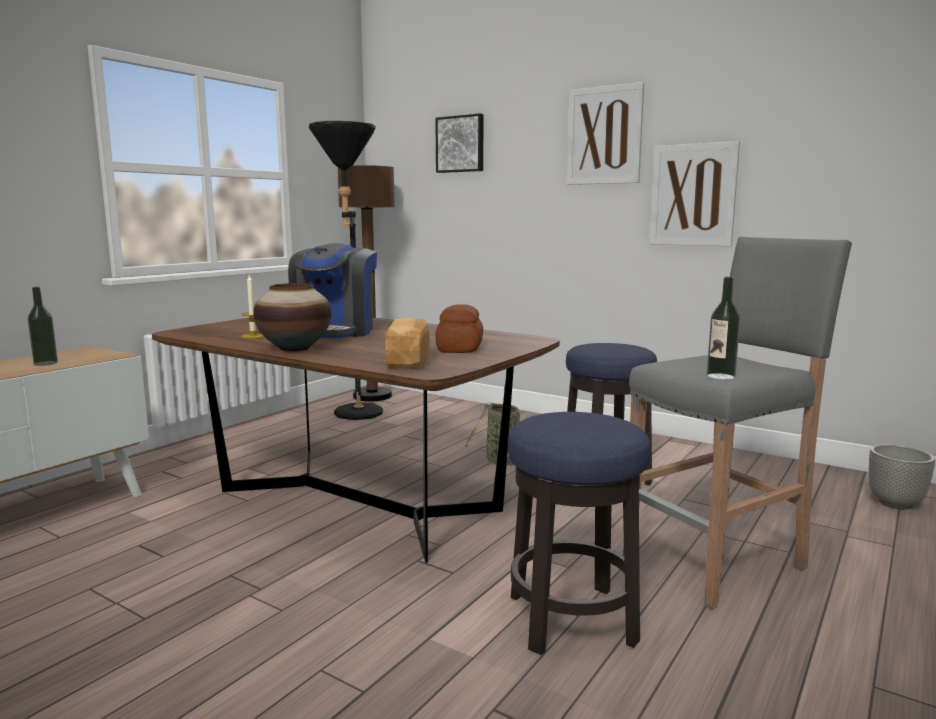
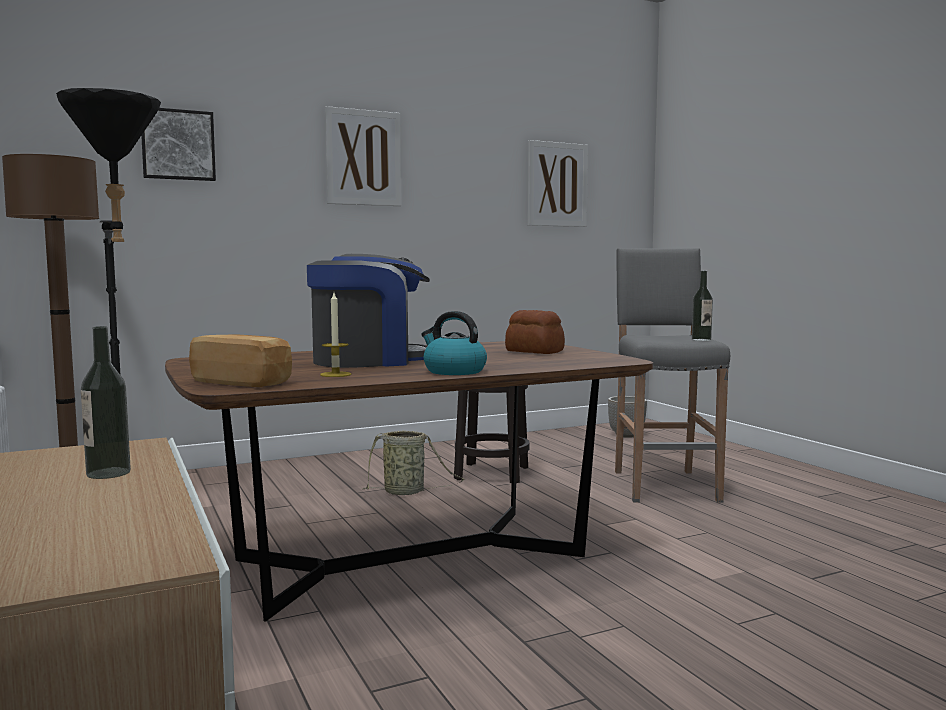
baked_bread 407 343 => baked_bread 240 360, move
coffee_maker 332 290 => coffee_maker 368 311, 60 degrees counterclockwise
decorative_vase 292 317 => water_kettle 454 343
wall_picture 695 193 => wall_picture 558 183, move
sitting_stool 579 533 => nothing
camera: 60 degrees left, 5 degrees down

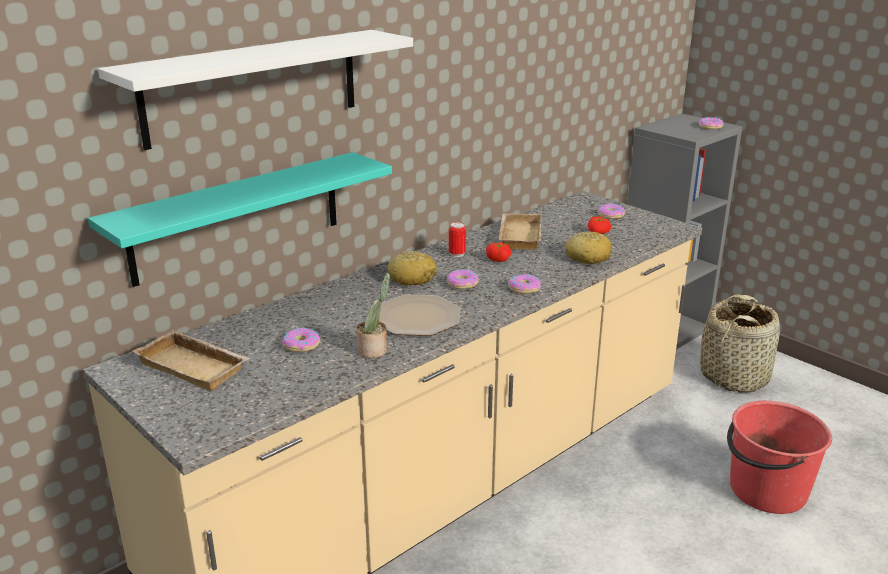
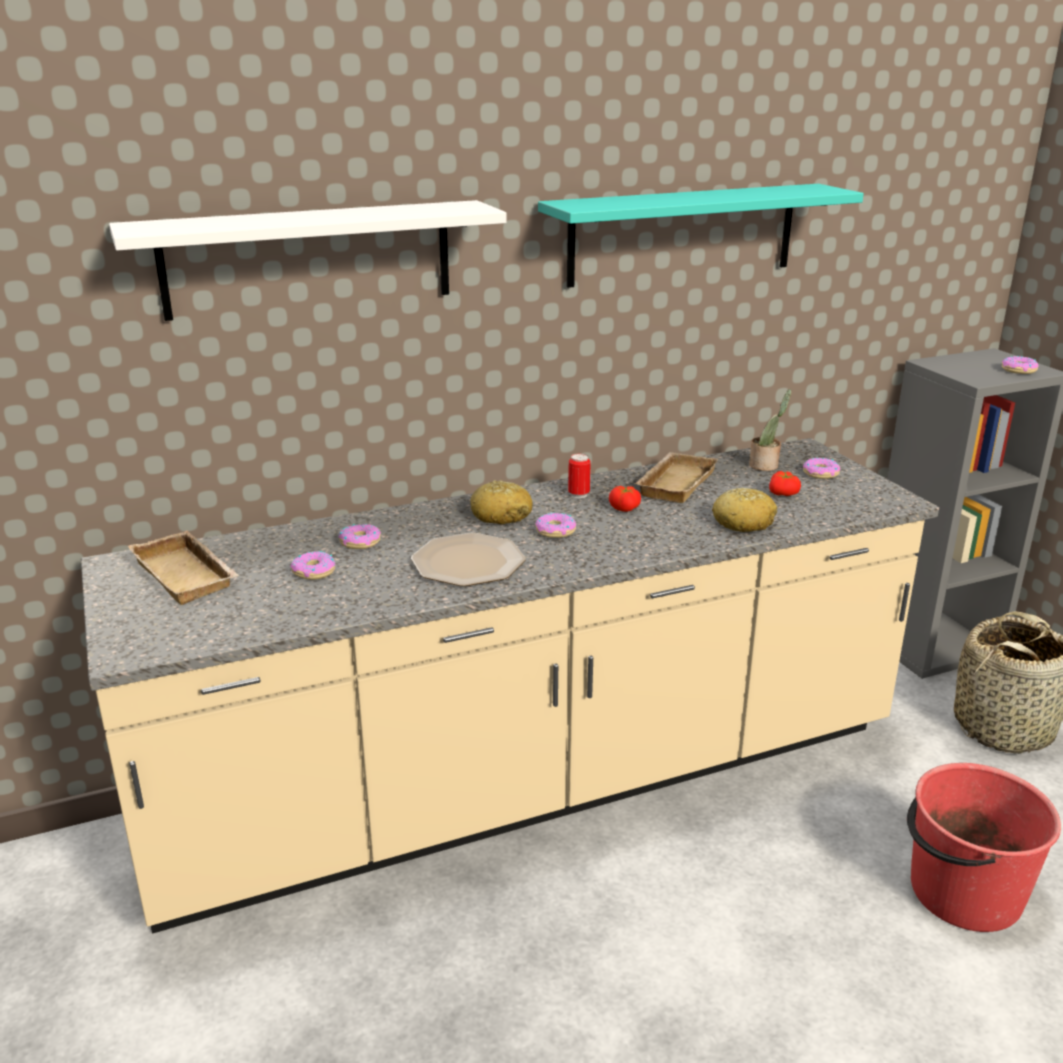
ring_doughnut 524 284 => ring_doughnut 359 536, move
blue-green_shelf 240 219 => blue-green_shelf 701 236, move
houseplant 373 315 => houseplant 770 430, move
camera: 20 degrees right, 0 degrees up

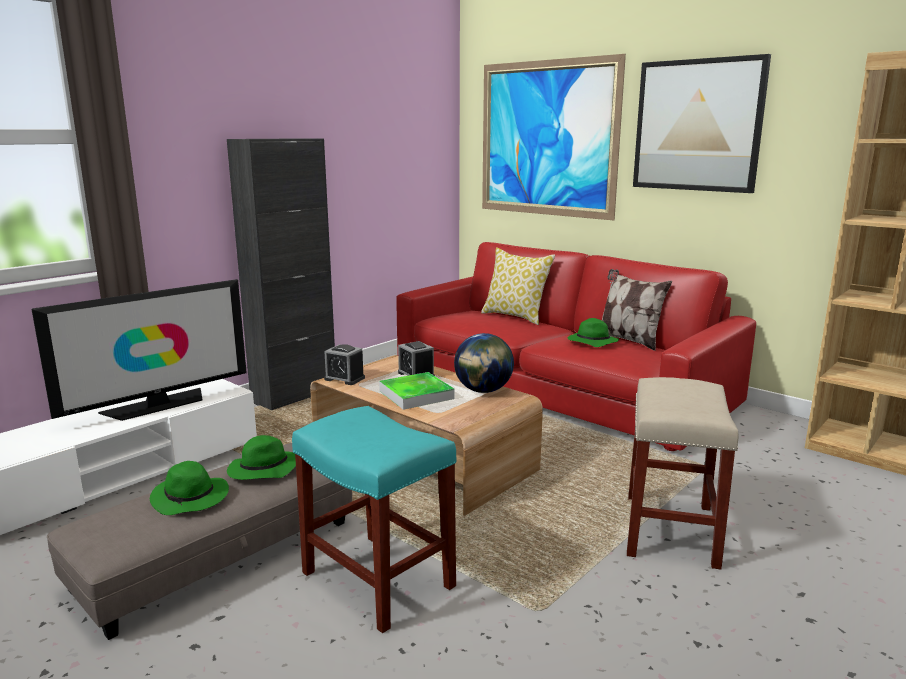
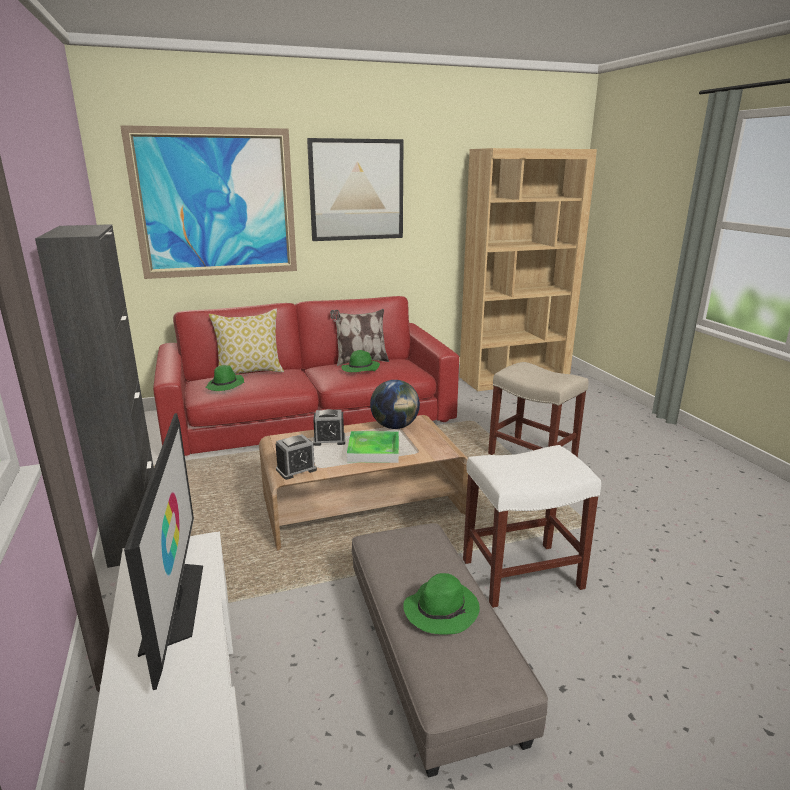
greenish_hat 261 457 => greenish_hat 225 378, move
blue-green_sitting_stool 374 519 => whitish_sitting_stool 532 526
camera: 60 degrees left, 5 degrees up

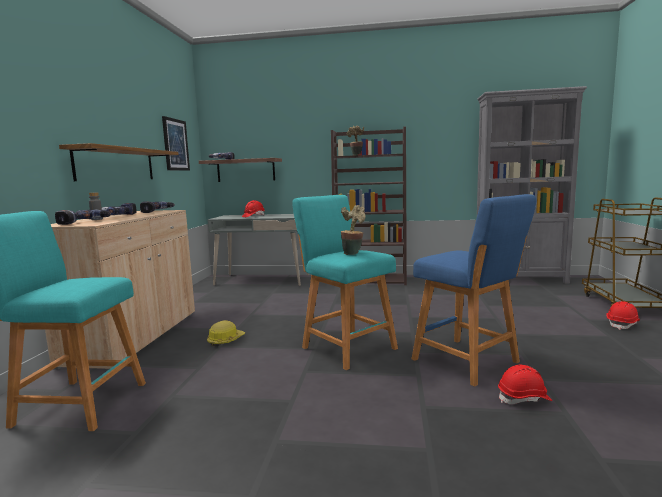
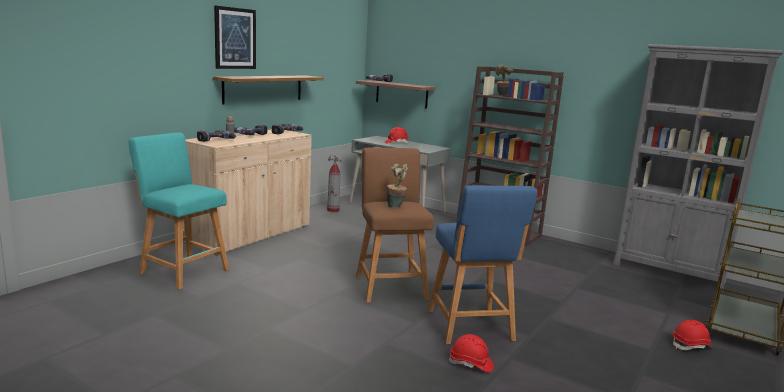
wall_picture 176 143 => wall_picture 235 37, move
nothing => extinguisher 334 183
blue-green_sitting_stool 345 282 => brown_sitting_stool 395 225
work_helmet 226 333 => nothing
camera: 25 degrees right, 5 degrees up

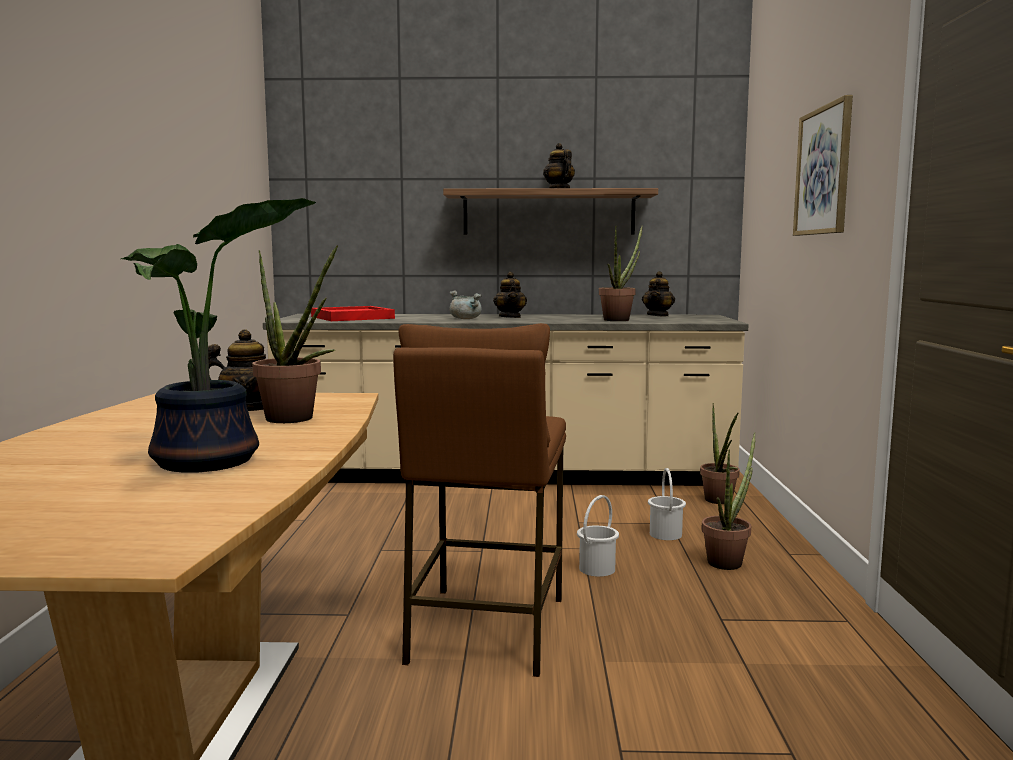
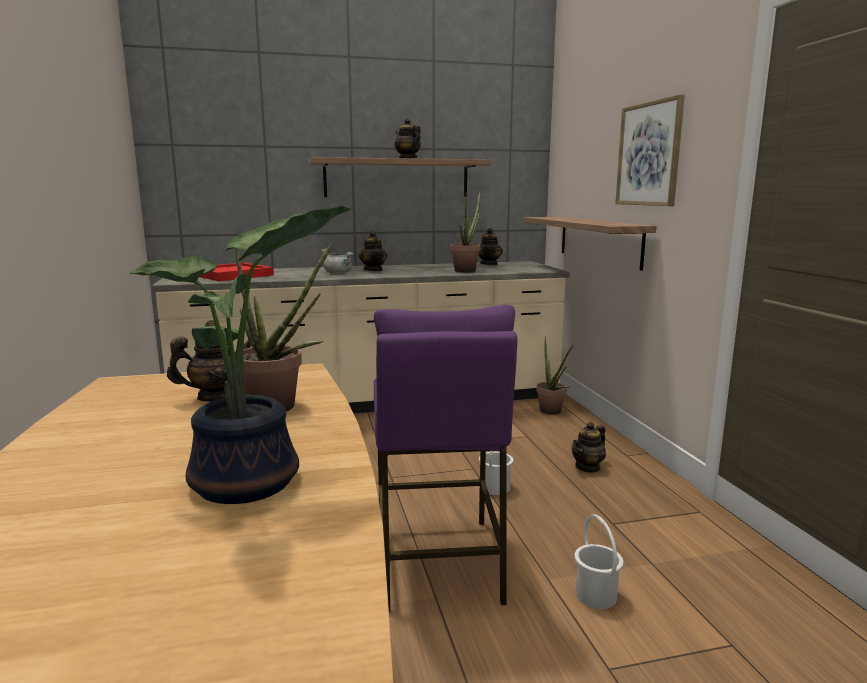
brown_sitting_stool 479 500 => purple_sitting_stool 445 459
nothing => shelf 590 244
houseplant 728 501 => pot_for_tea 588 447
whitish_pail 667 504 => whitish_pail 599 561, move
camera: 15 degrees left, 5 degrees up

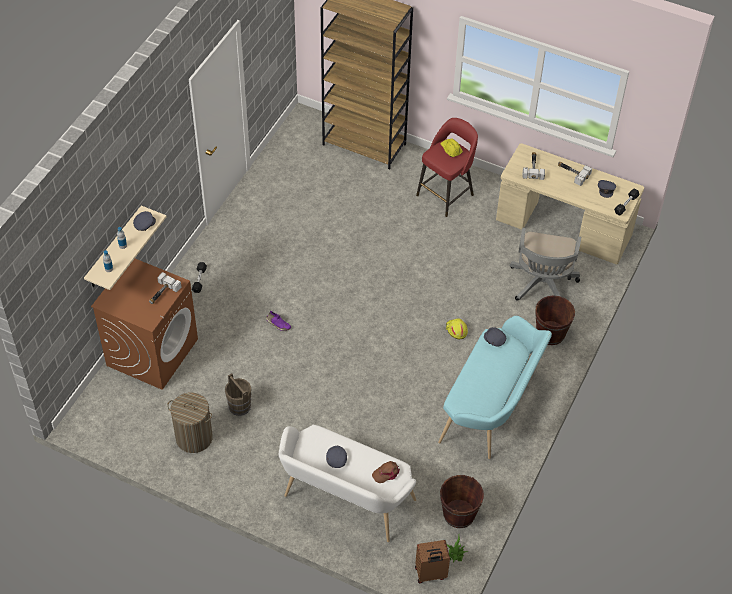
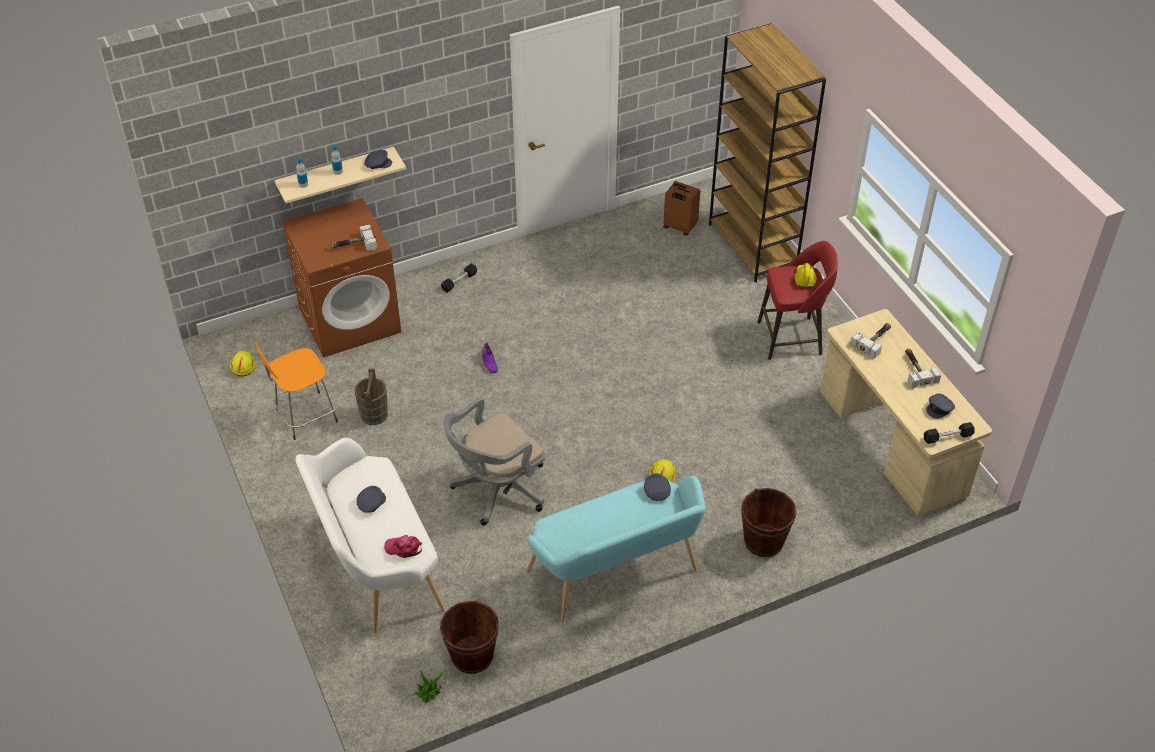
nothing => yellow-coloured_work_helmet 242 363
hamper 190 422 => orange_sitting_stool 296 391
brown_peaked_cap 386 472 => pink-coloured_peaked_cap 403 546
grey_computer_chair 545 264 => grey_computer_chair 494 461, move
brown_travel_case 432 561 => brown_travel_case 681 208, move
camera: 40 degrees right, 5 degrees down

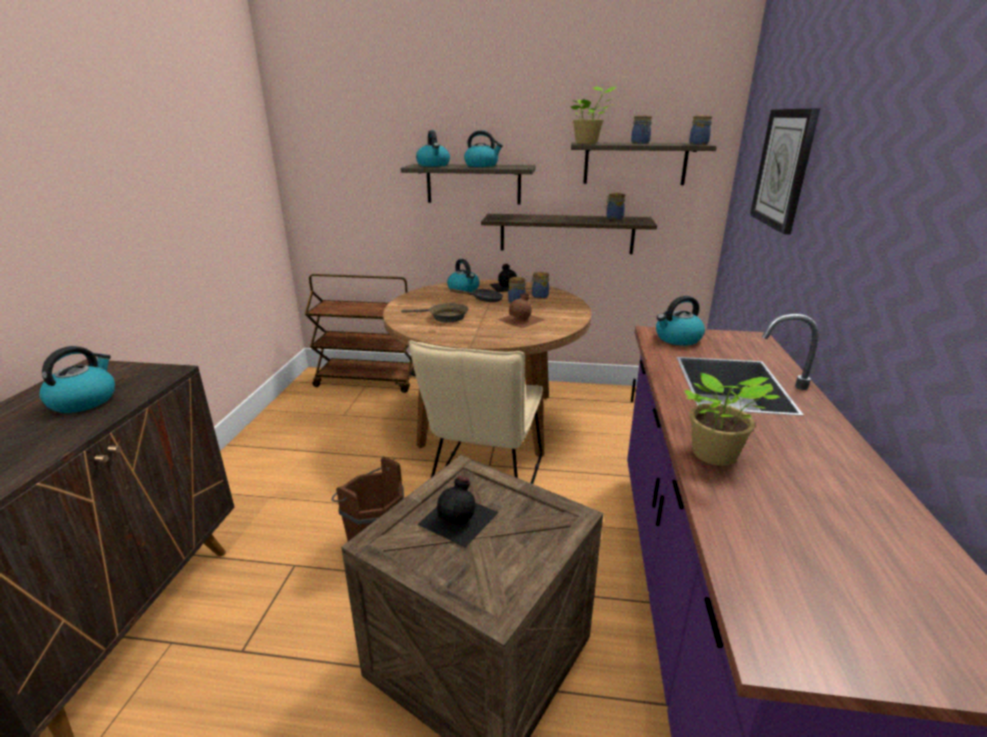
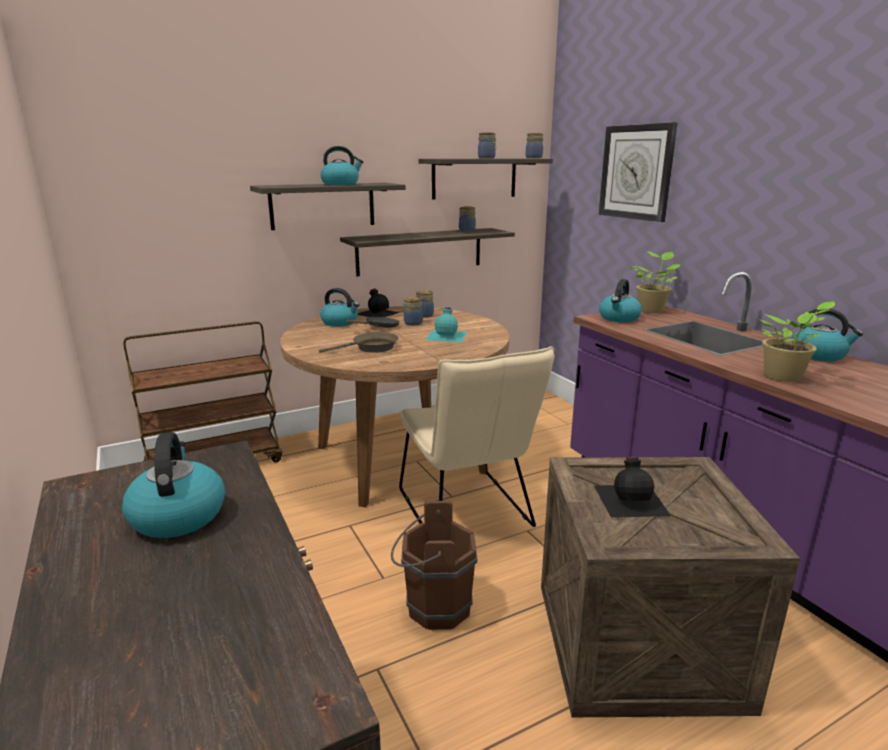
brown_beverage_bottle 521 310 => blue-green_beverage_bottle 446 324
houseplant 593 115 => houseplant 656 282, move
water_kettle 433 148 => water_kettle 827 335, move
camera: 35 degrees left, 5 degrees down

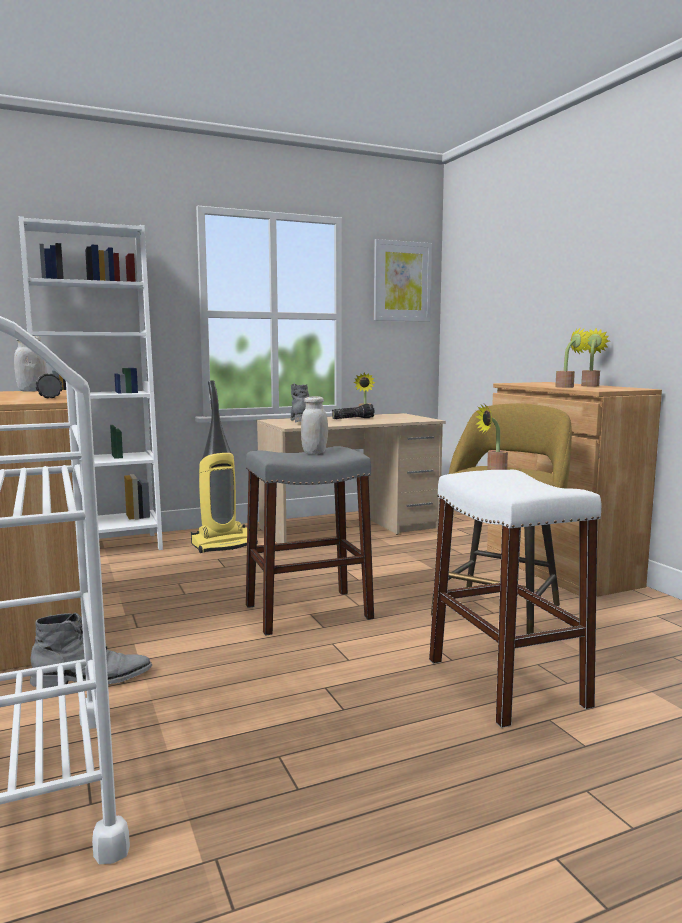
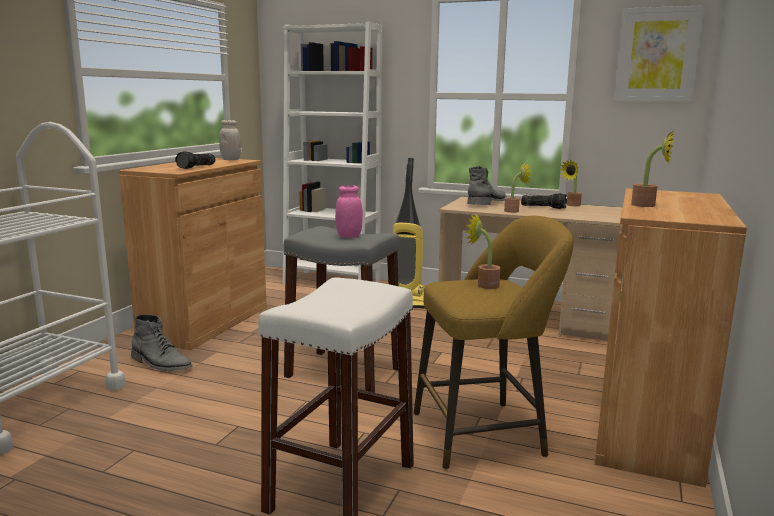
whitish_jar 314 425 => pink-coloured_jar 349 211
houseplant 595 357 => houseplant 518 188, move
camera: 45 degrees right, 5 degrees up

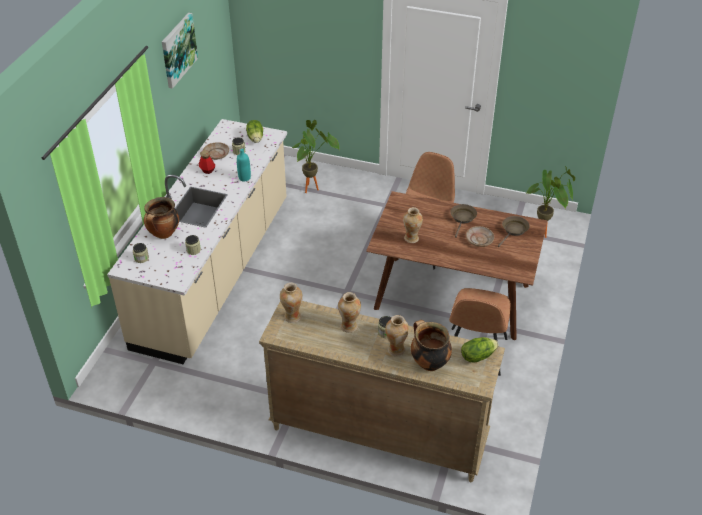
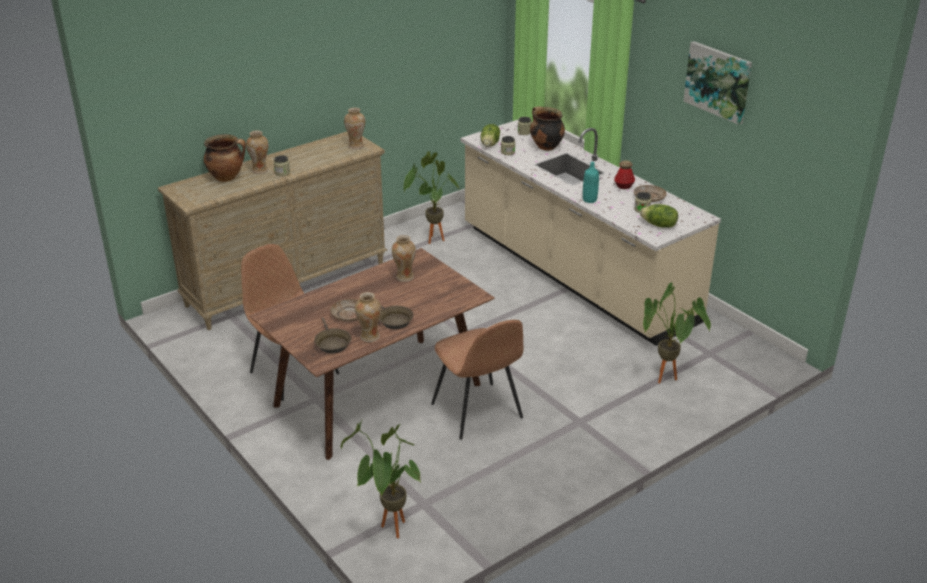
decorative_vase 349 312 => decorative_vase 368 317, move
nothing => houseplant 431 197
lettuce_head 480 350 => lettuce_head 490 135, move
camera: 125 degrees right, 10 degrees down

